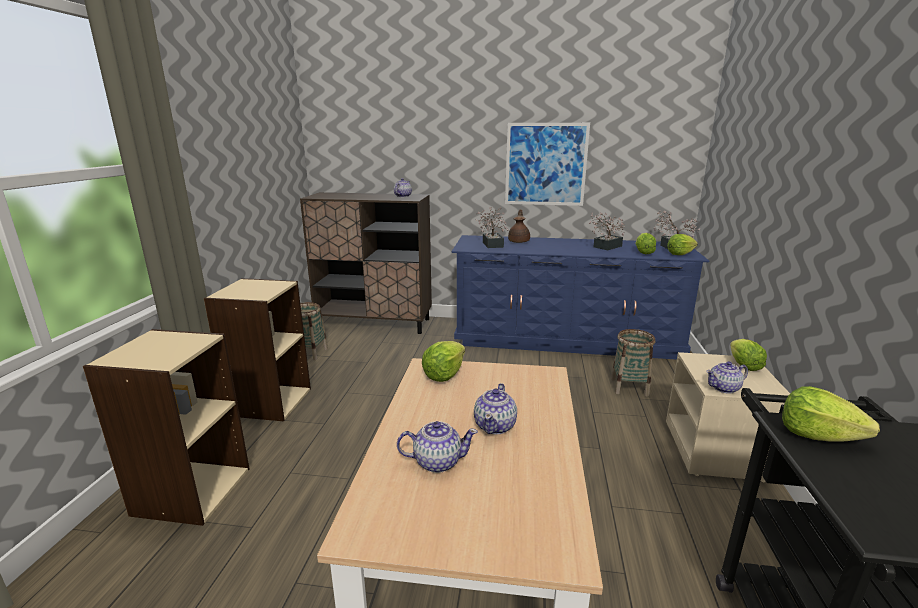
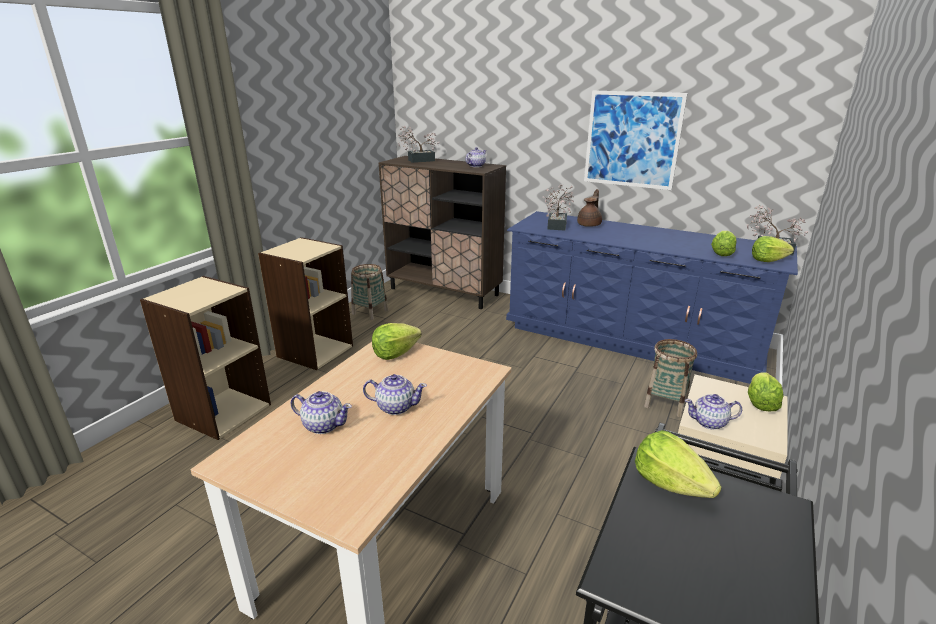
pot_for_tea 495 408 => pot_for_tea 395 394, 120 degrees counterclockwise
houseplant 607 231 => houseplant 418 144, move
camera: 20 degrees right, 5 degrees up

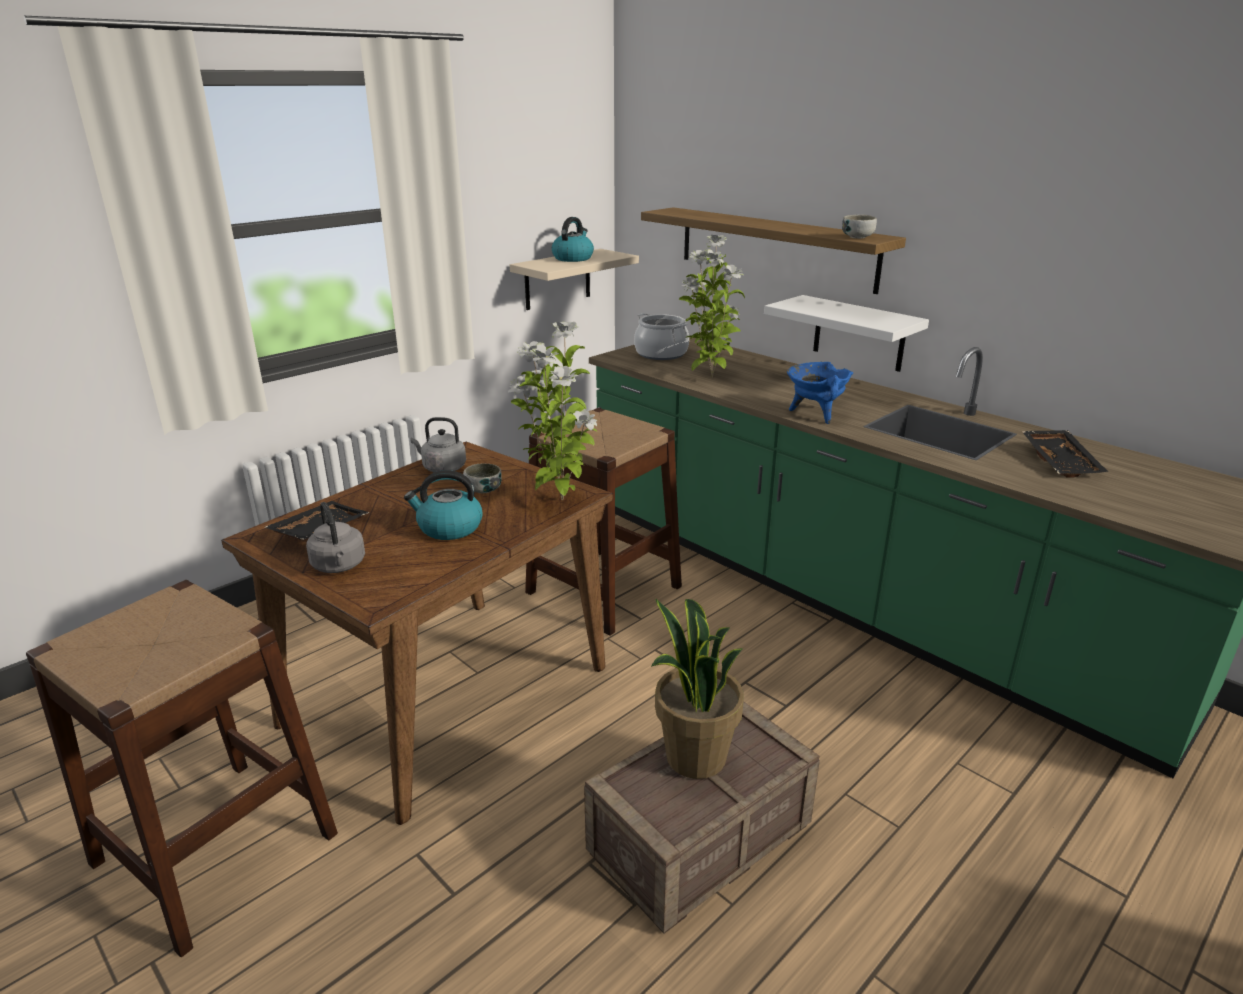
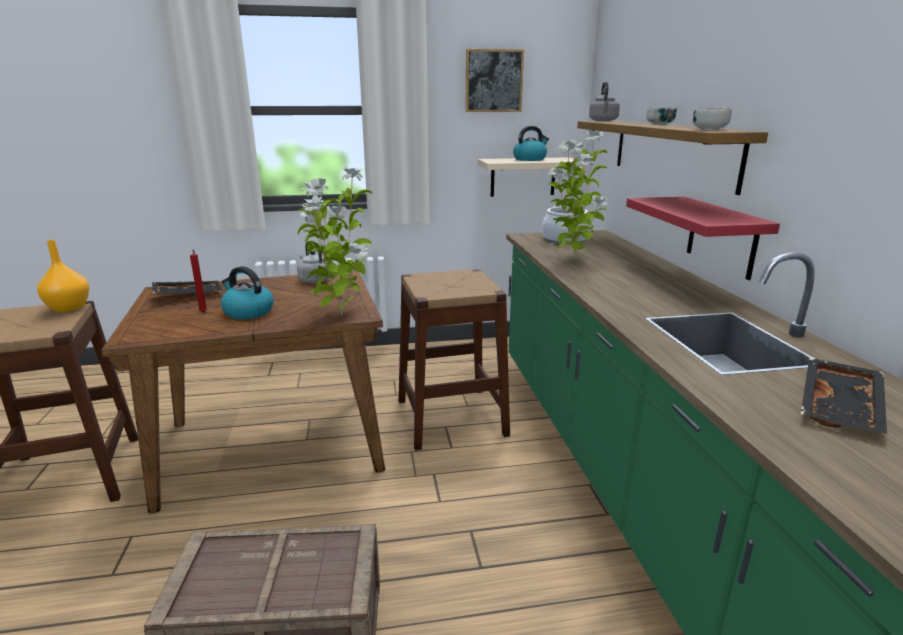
nothing => orange_decorative_vase 63 276
nothing => reddish_candle 199 281
nothing => wall_picture 495 80
grey_water_kettle 335 537 => grey_water_kettle 604 101, move
whitish_shelf 846 333 => reddish_shelf 703 238
deep_dish 482 478 => deep_dish 661 115, move
houseplant 697 689 => nothing
blue-coloured_cooking_pot 820 393 => nothing
camera: 35 degrees right, 5 degrees down

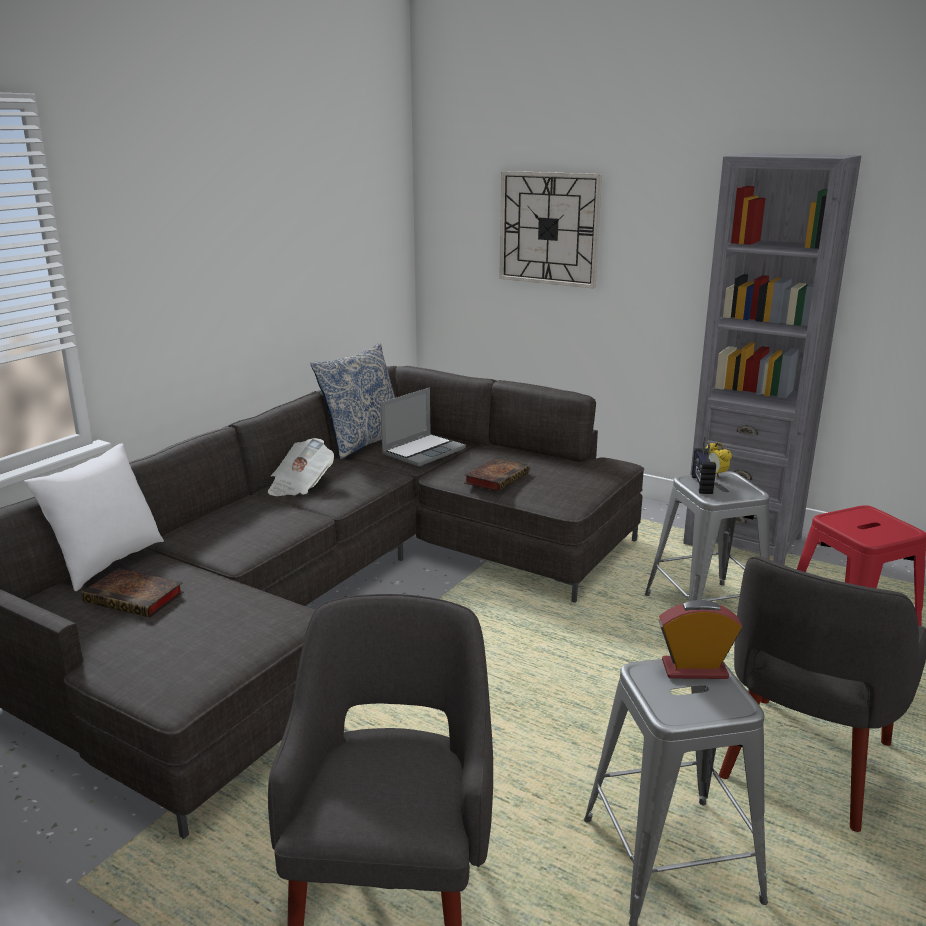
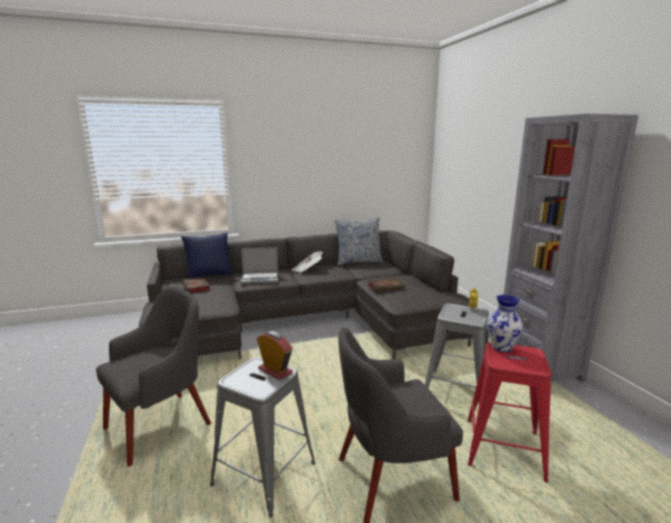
whitish_cushion 94 517 => blue-coloured_cushion 207 256
notebook_computer 423 427 => notebook_computer 259 265, move
nothing => decorative_vase 505 323
wall_clock 550 230 => nothing
radio 704 465 => nothing
camera: 40 degrees right, 5 degrees down

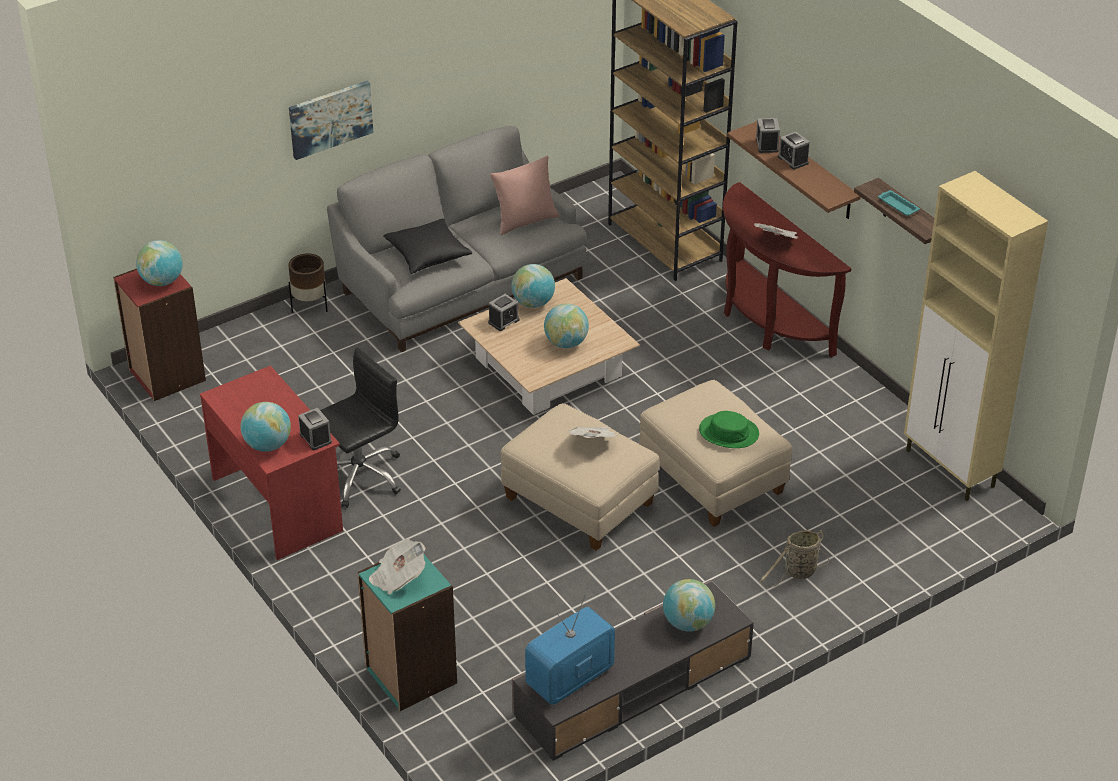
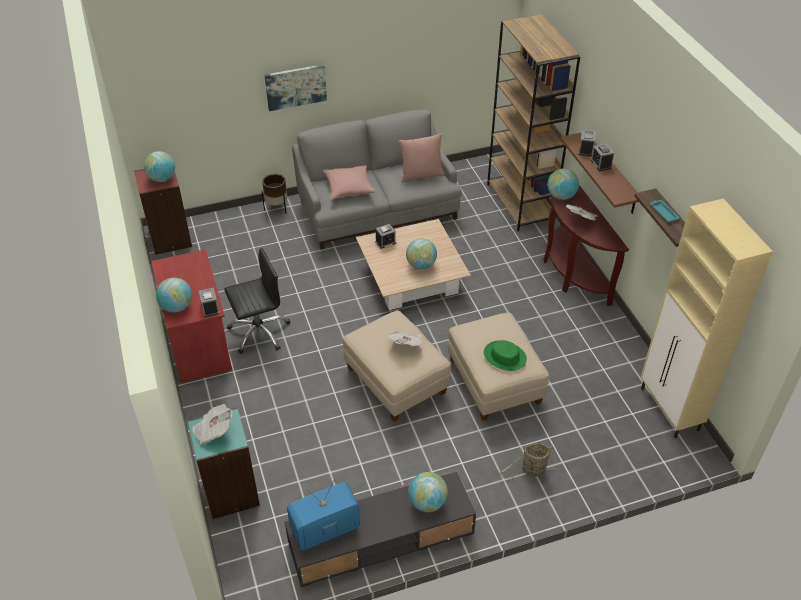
blackish_cushion 427 246 => pink-coloured_cushion 349 182
world_globe 533 286 => world_globe 563 184, move
camera: 15 degrees right, 5 degrees up

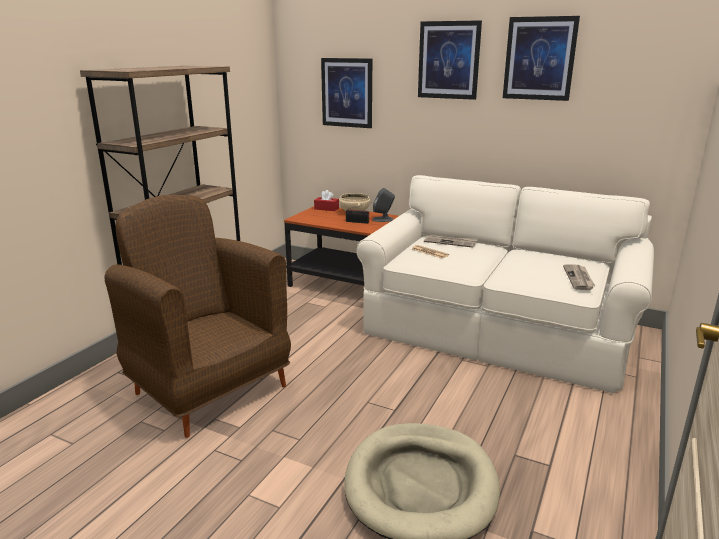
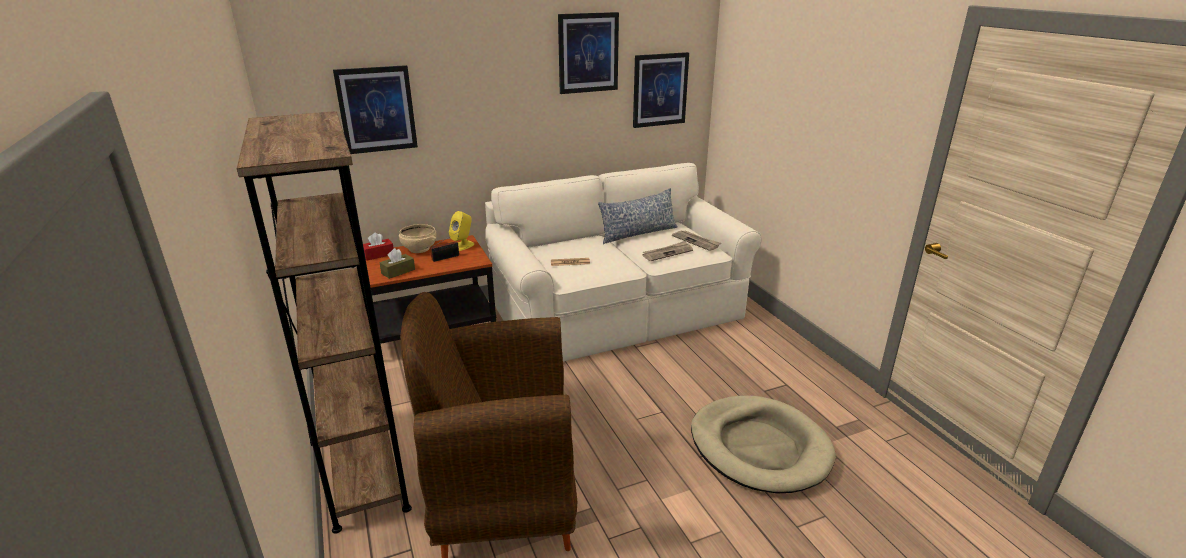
nothing => brown_tissue_box 397 263
grey_audio_speaker 383 205 => yellow-coloured_audio_speaker 461 231
nothing => cushion 637 216
wall_picture 450 60 => wall_picture 661 90, move
newspaper 451 241 => newspaper 667 251, move
camera: 50 degrees left, 5 degrees up

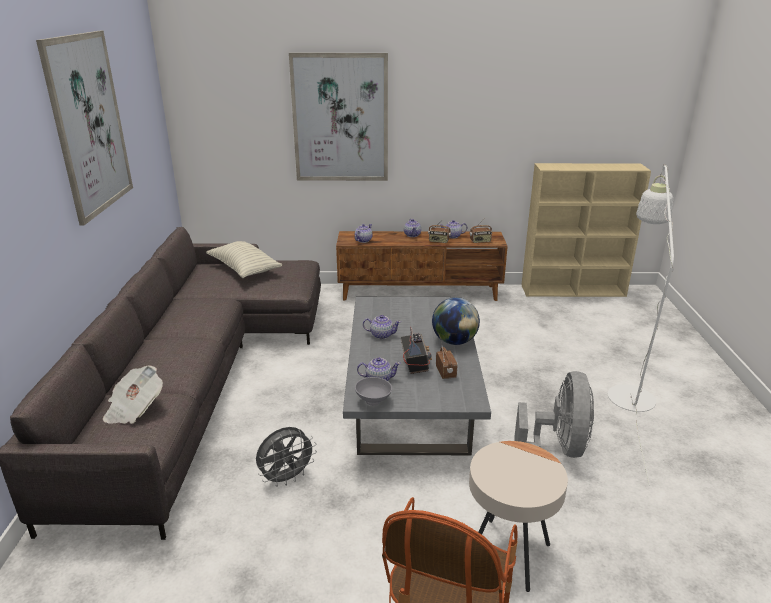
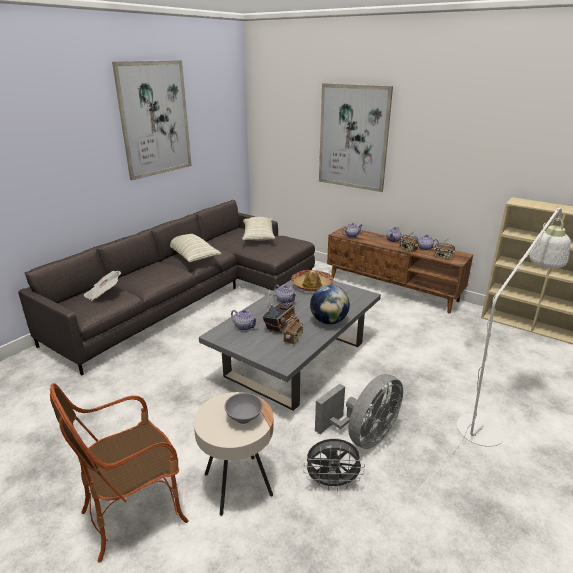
nothing => cushion 196 248
grey_deep_dish 373 391 => grey_deep_dish 243 408, move
nothing => hat 312 281
grey_cooling_fan 286 457 => grey_cooling_fan 334 465, move
camera: 35 degrees right, 0 degrees up

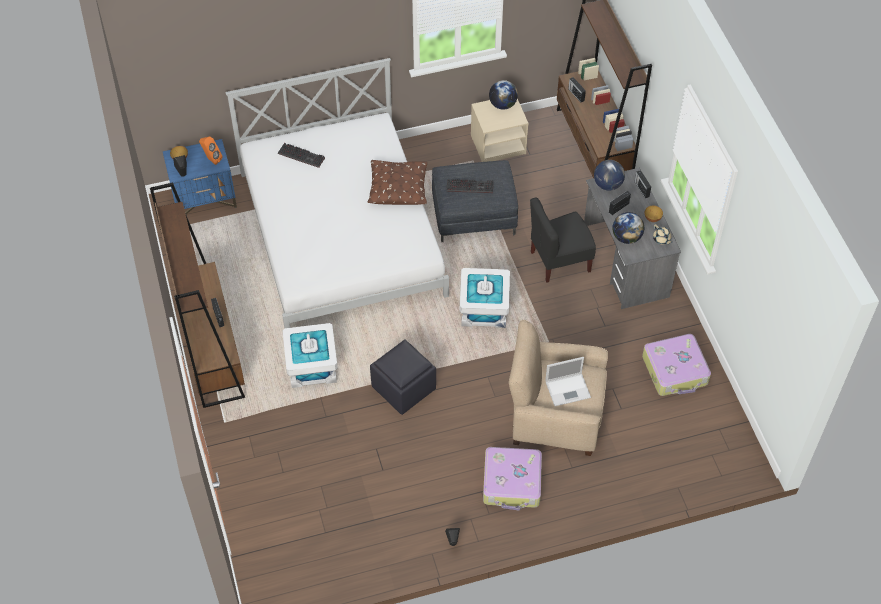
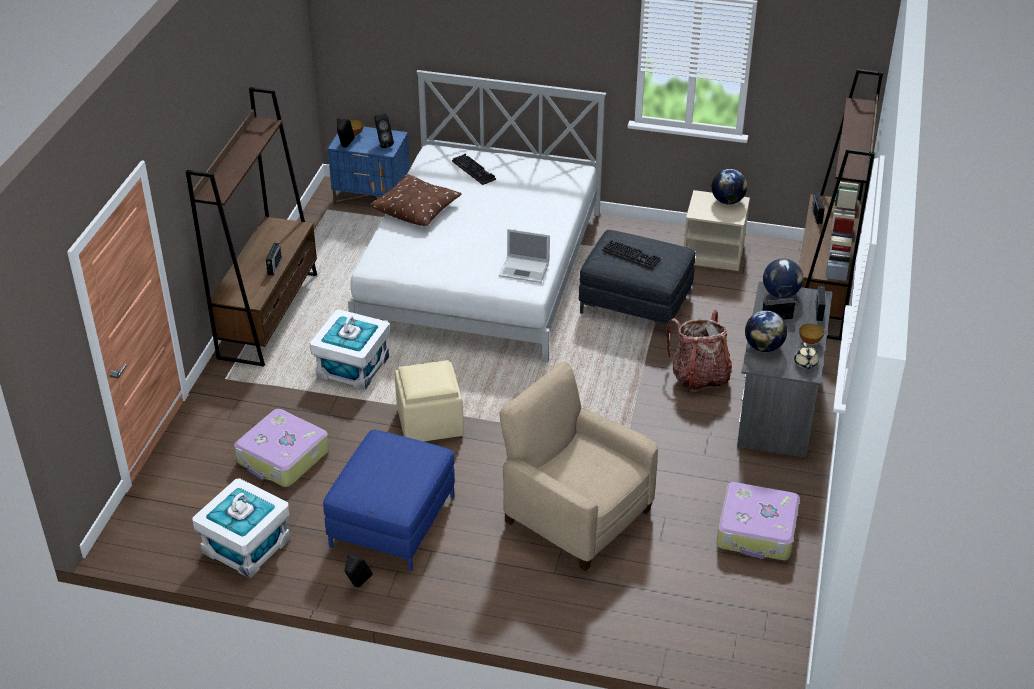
whitish_storage_bin 485 298 => whitish_storage_bin 241 528, move
travel_case 512 479 => travel_case 281 448, move
nothing => blue-coloured_pouffe 389 500
brown_cushion 397 182 => brown_cushion 416 200, move
orange_audio_speaker 211 151 => blackish_audio_speaker 384 130
blackish_pouffe 403 377 => beige-coloured_pouffe 429 401
notebook_computer 568 381 => notebook_computer 524 256, move
blackish_upright_chair 563 240 => knapsack 699 351
camera: 30 degrees right, 15 degrees down

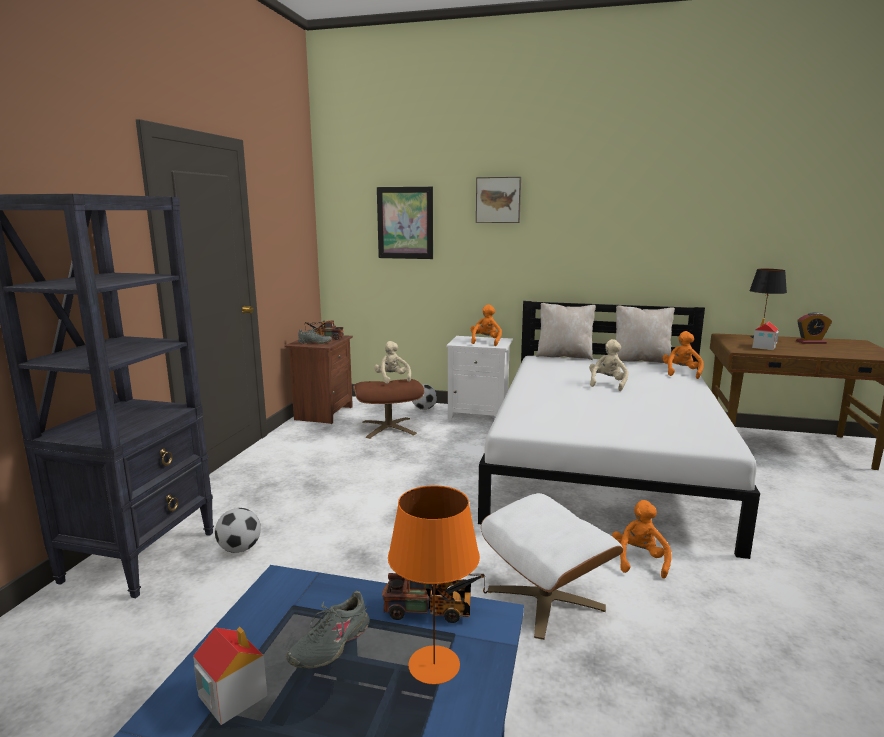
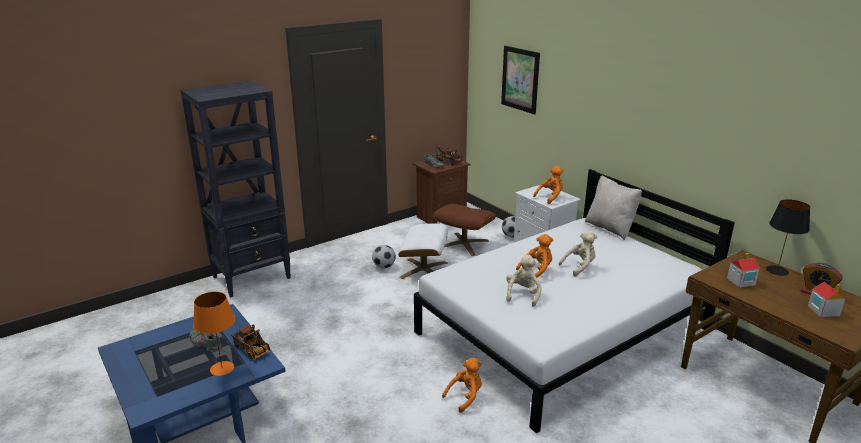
grey_item_of_footwear 328 630 => grey_item_of_footwear 205 341, 45 degrees clockwise
football_ball 238 530 => football_ball 384 256, move
whitish_pouffe 552 566 => whitish_pouffe 423 251, move
beige-coloured_soft_toy 392 362 => beige-coloured_soft_toy 524 281, move
orange_soft_toy 683 355 => orange_soft_toy 534 256, move
toy_house 230 676 => toy_house 827 299, move
wall_picture 498 200 => nothing
beige-coloured_cushion 645 334 => nothing
camera: 40 degrees right, 10 degrees up

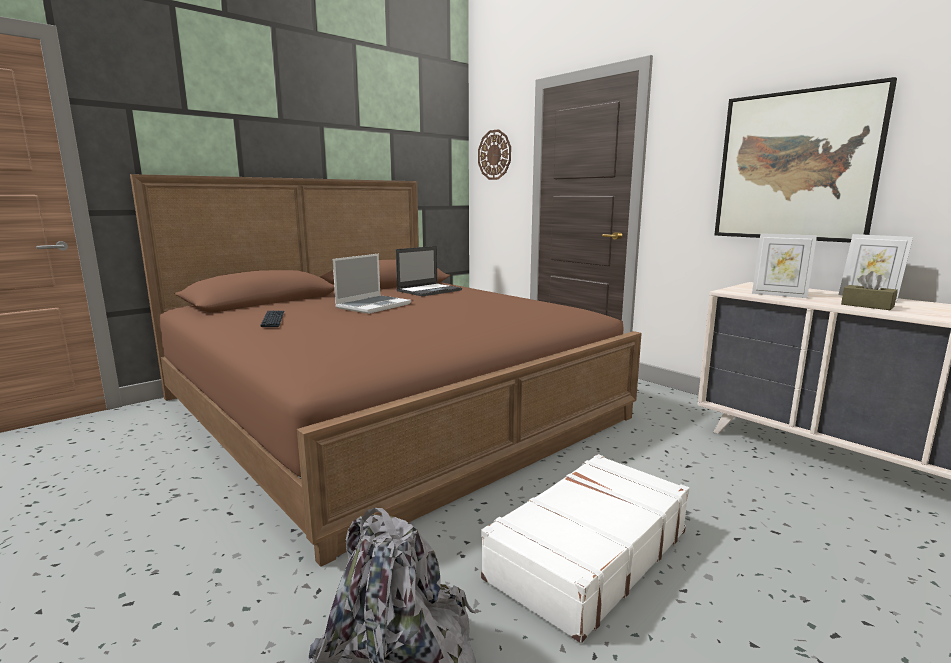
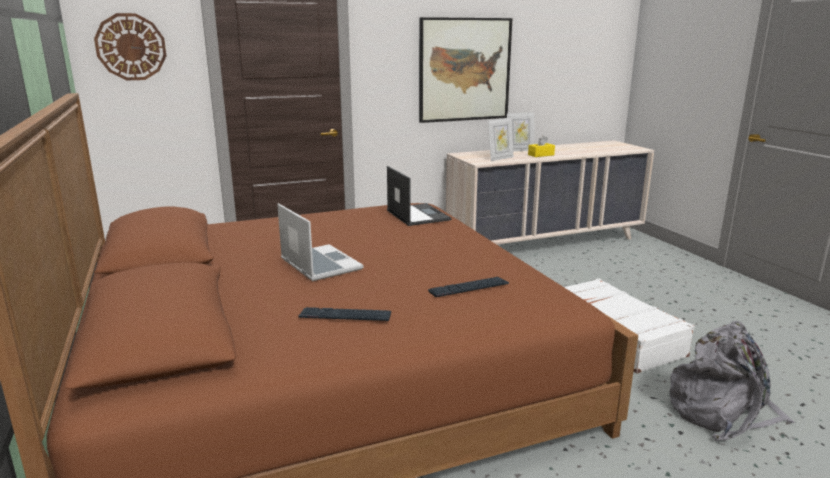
notebook_computer 429 271 => notebook_computer 419 196, move
nothing => PC_keyboard 468 287
brown_tissue_box 869 290 => yellow-coloured_tissue_box 541 146
camera: 70 degrees left, 5 degrees up

